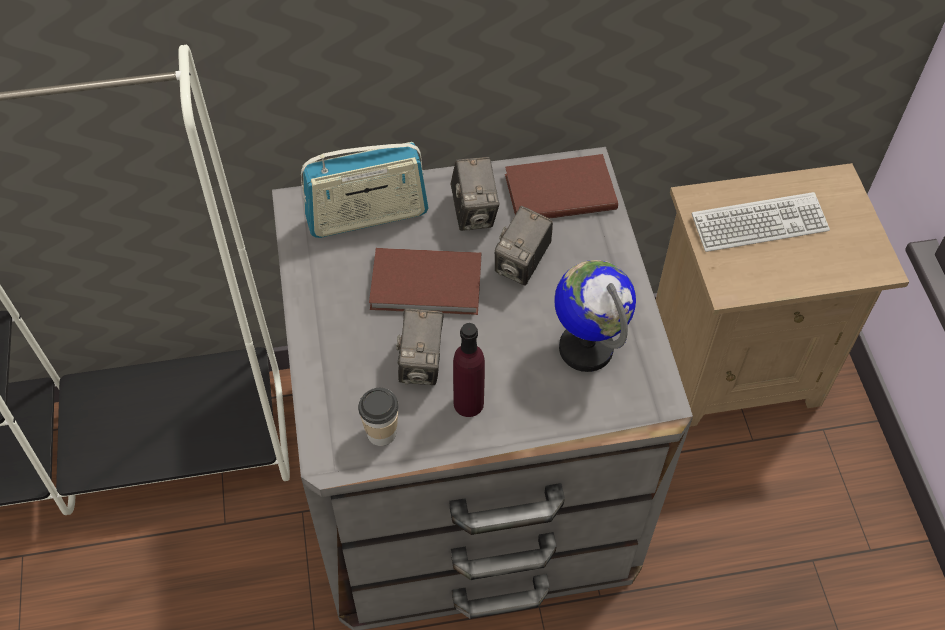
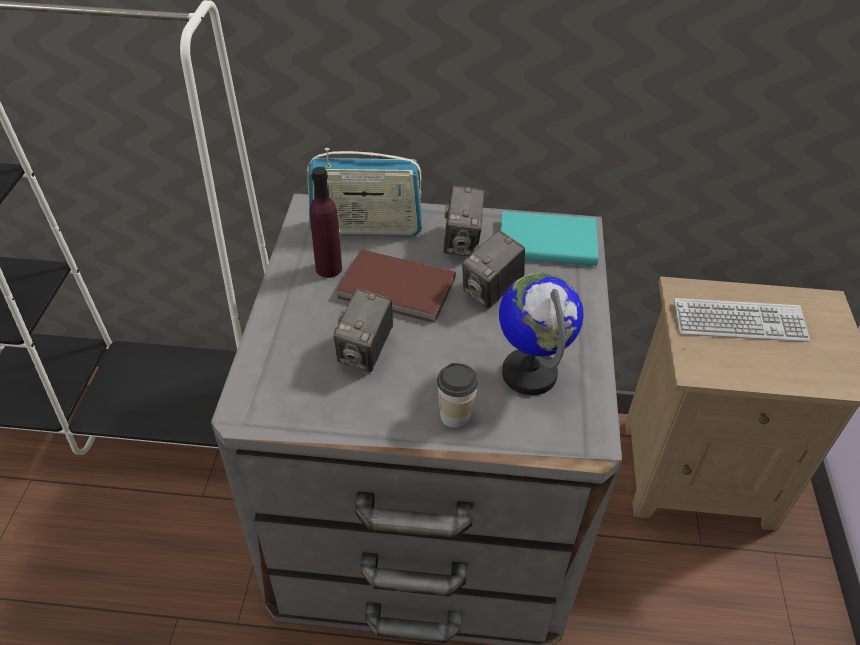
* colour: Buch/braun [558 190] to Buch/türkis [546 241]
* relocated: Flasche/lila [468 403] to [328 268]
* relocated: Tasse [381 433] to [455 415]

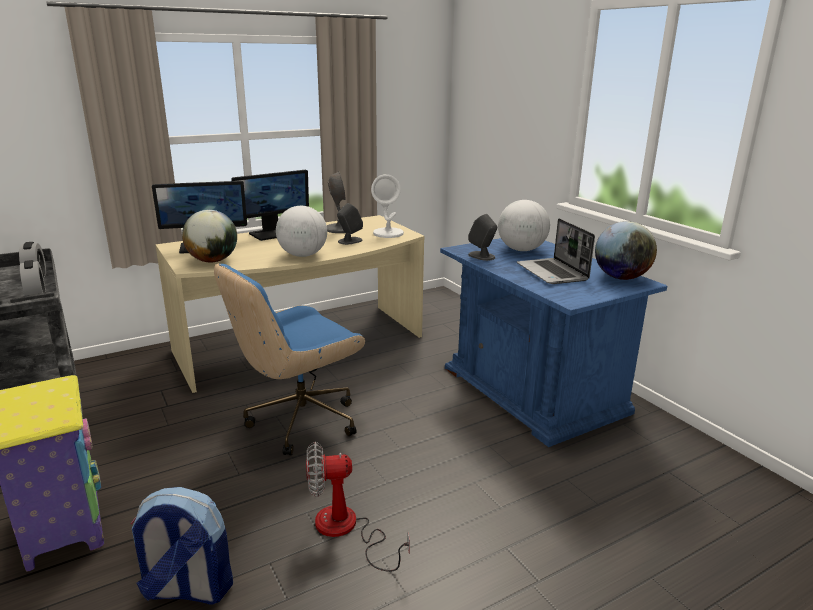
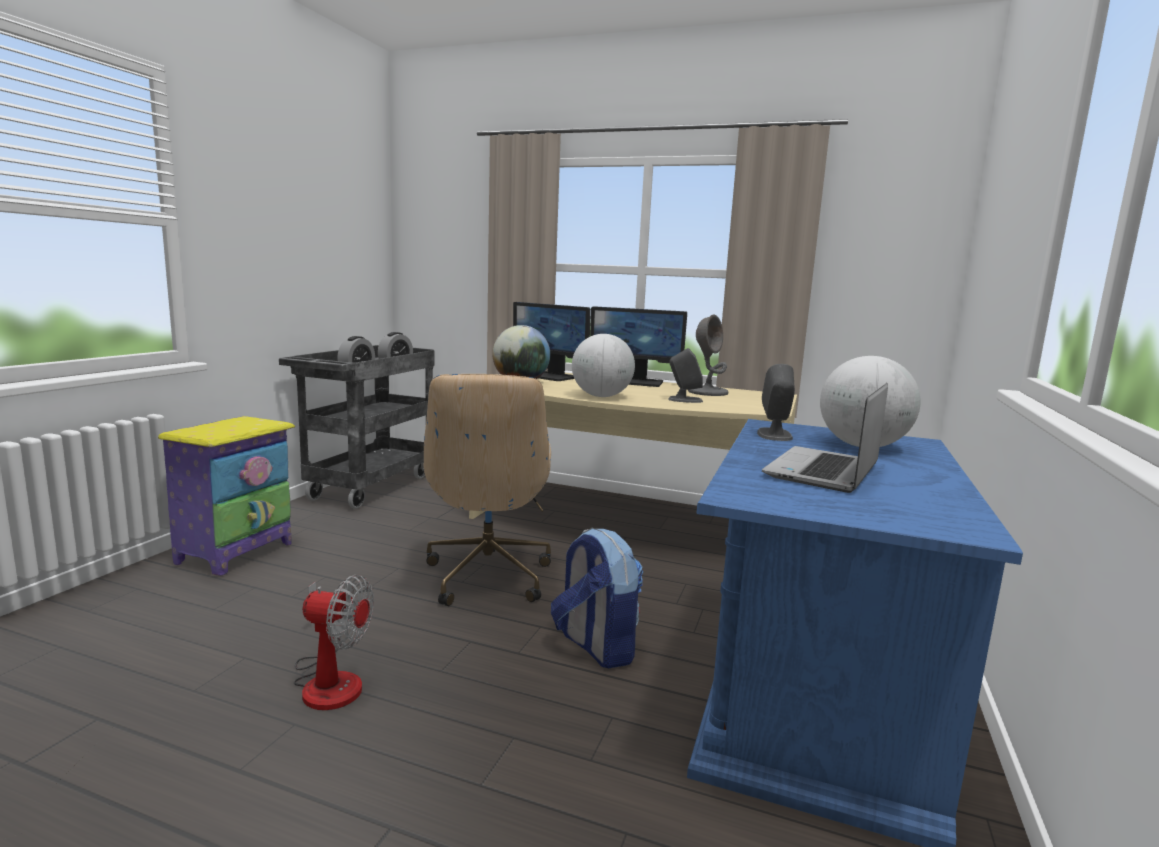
* missing: Tischlampe/weiß [388 233]
* missing: Globus [621 277]
* spun: Bürostuhl/blau [300 424] = [487 580] 105 degrees counterclockwise
* spun: Ventilator [346 530] = [330 680] 150 degrees clockwise
* relocated: Rucksack [187 589] to [595 646]

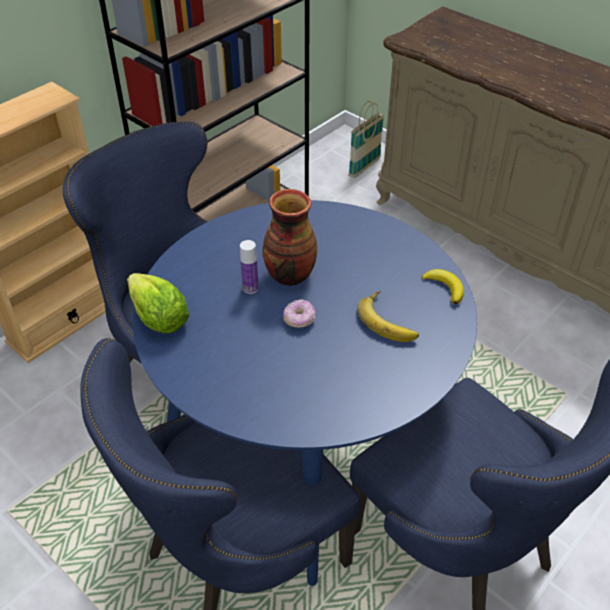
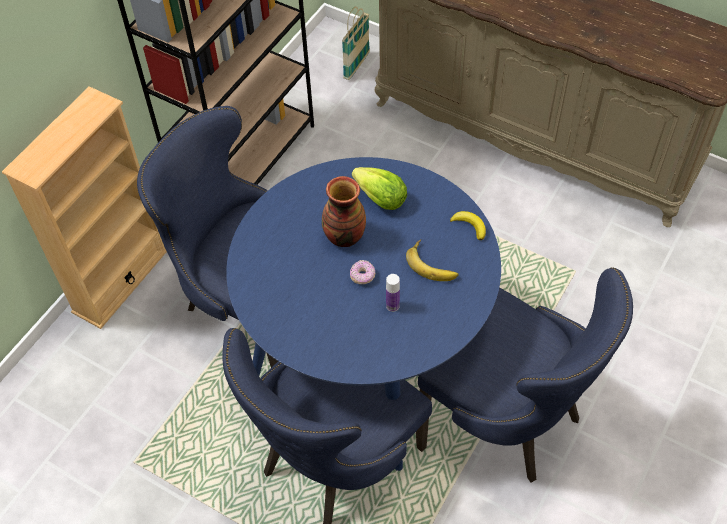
* relocated: Flasche [250 288] to [392 306]
* relocated: Salatkopf [159 319] to [381 199]

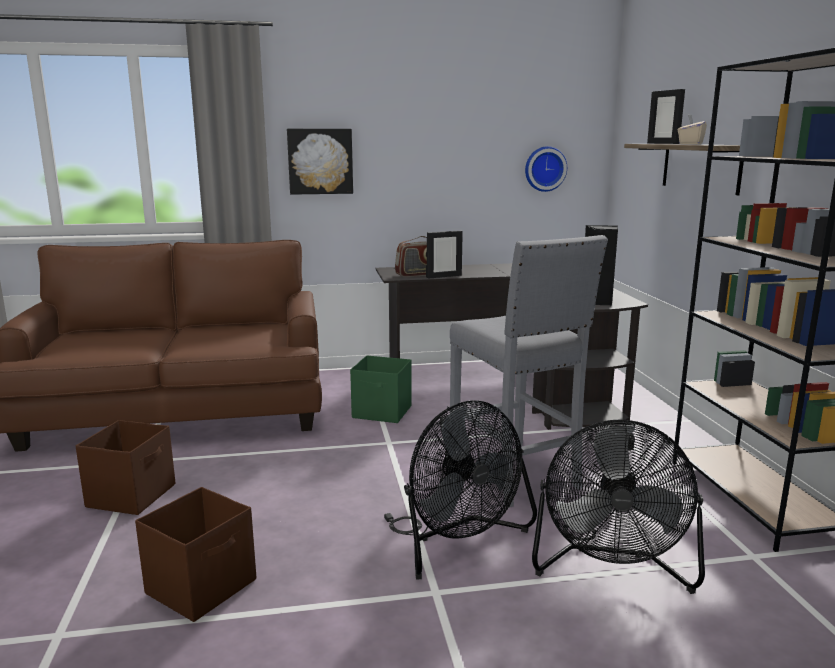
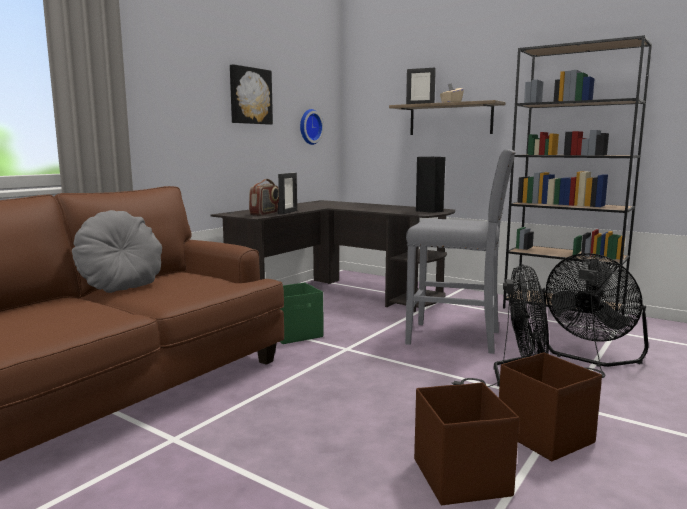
* relocated: Bild [320 161] to [250 96]
* relocated: Aufbewahrungsbox/braun [133 495] to [544 436]
* spun: Ventilator/schwarz [605 564] = [586 358] 105 degrees counterclockwise
* appeared: Kissen/grau [121 288]

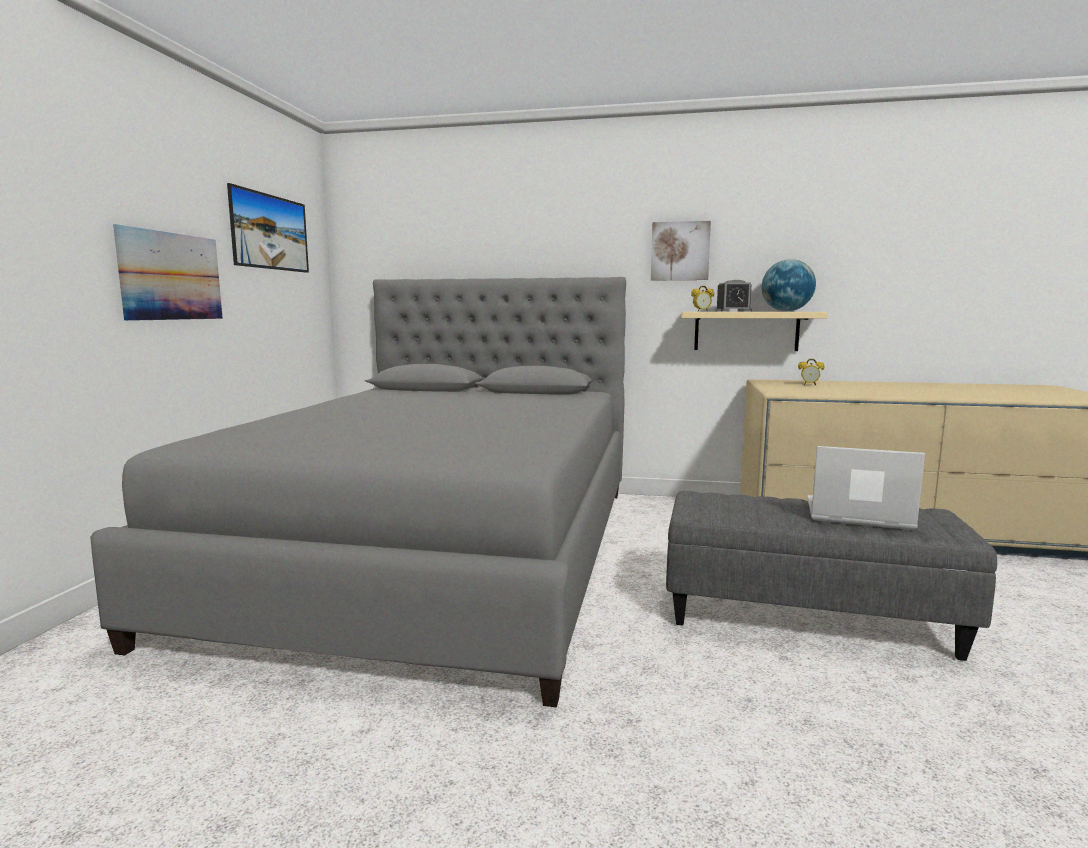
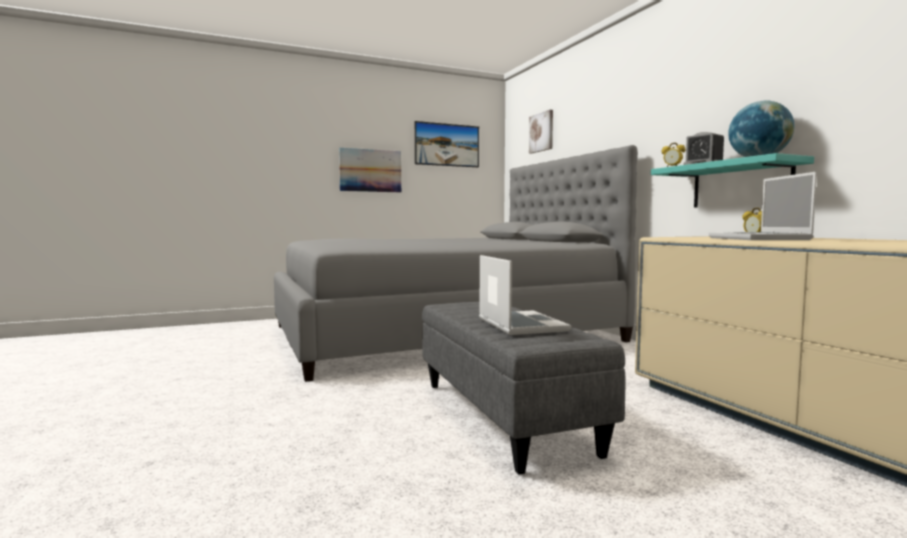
* relocated: Bild [680 251] to [541 132]
* colour: Wandregal/beige [746 331] to Wandregal/türkis [740 185]
* appeared: Laptop [759 239]

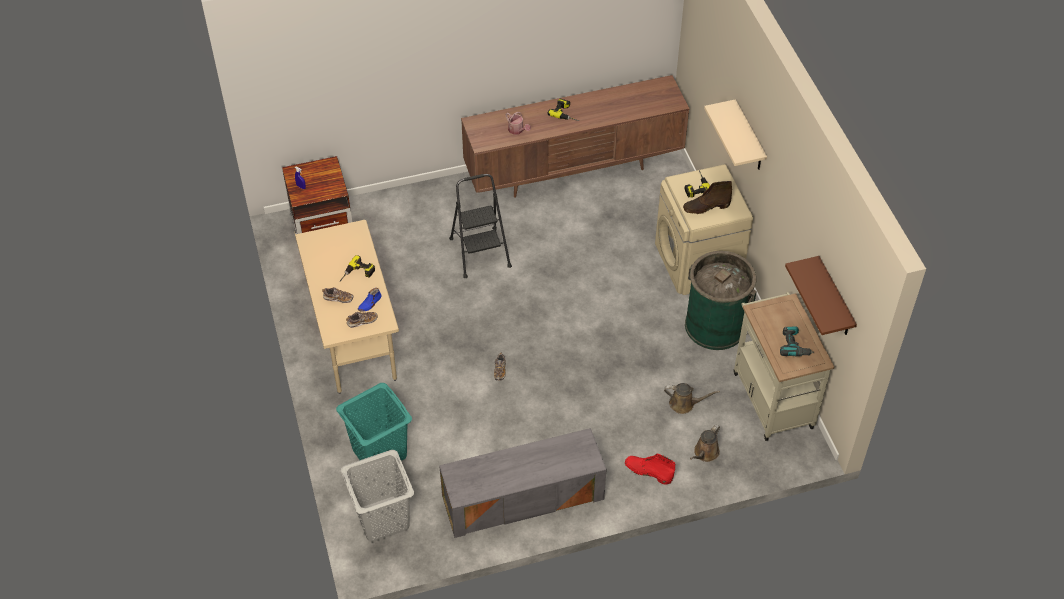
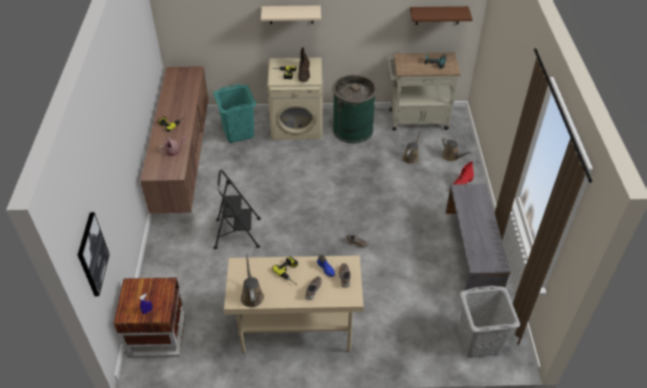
* relocated: Wäschekorb/türkis [379 452] to [238 133]
* appeared: Bild [92 254]
* appeared: Gießkanne/braun [252 295]

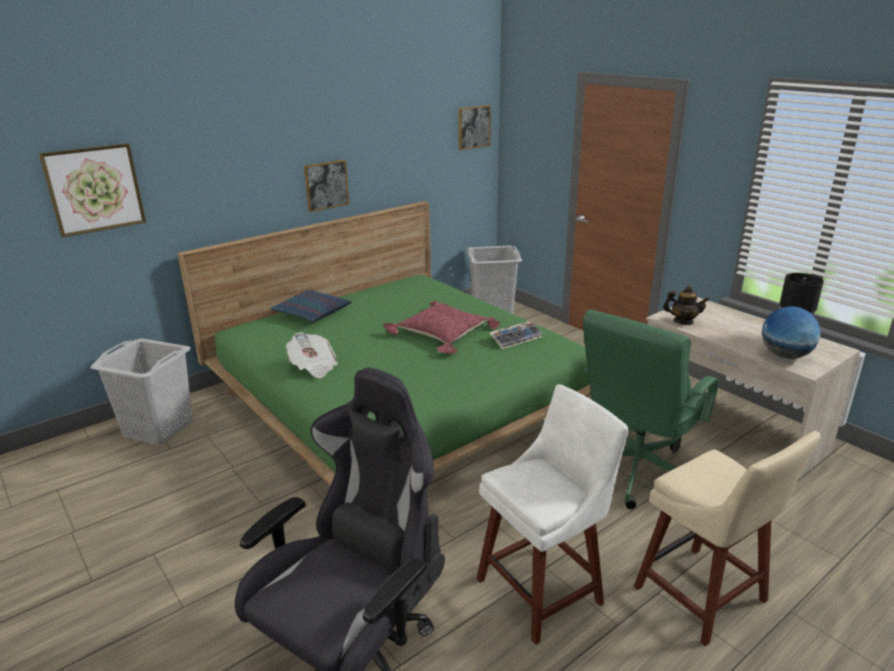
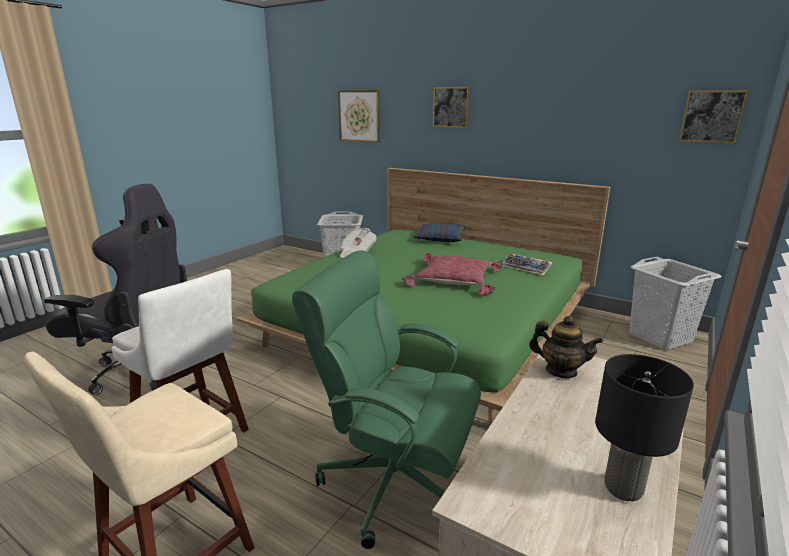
* relocated: Bild [326 185] to [451 107]
* spun: Teekanne [683 321] = [561 371] 60 degrees counterclockwise
* missing: Globus [785 356]
* relocated: Tastatur [516 338] to [527 268]

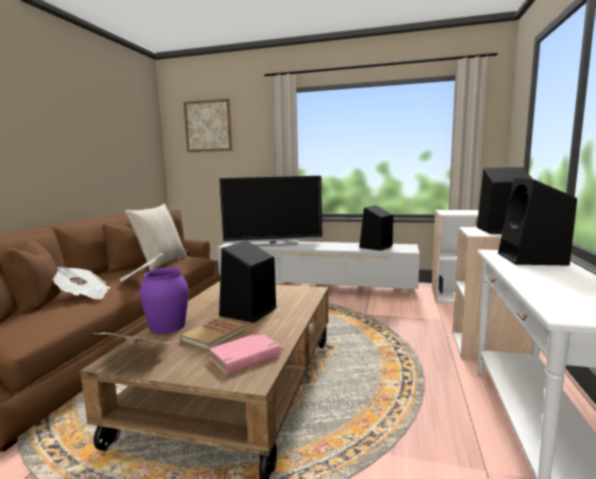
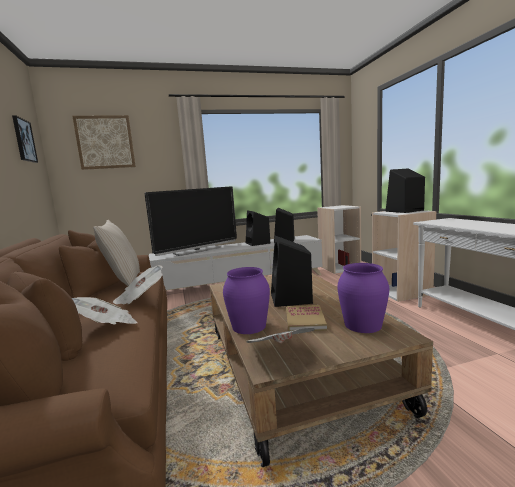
* relocated: Lautsprecher/schwarz [532 259] to [258 243]
* exchanged: Buch/rosa [246 357] to Vase/lila [363 325]
* appeared: Bild [24 140]

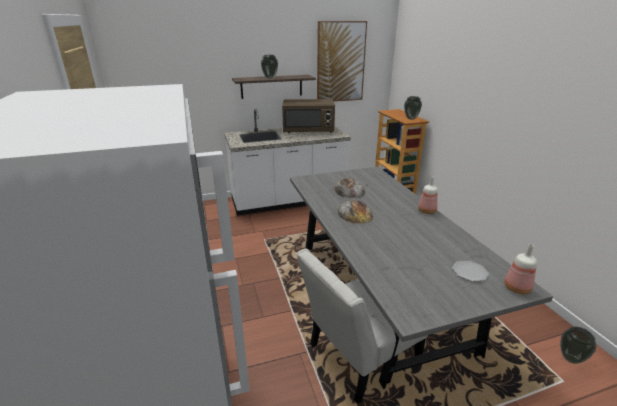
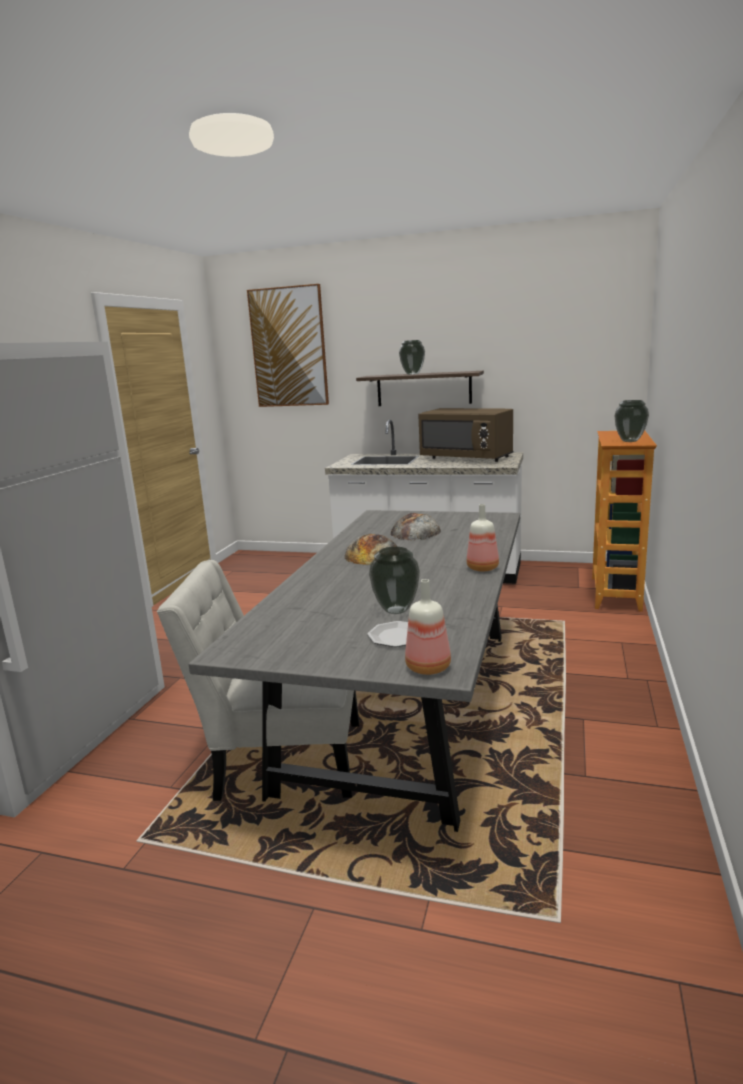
* relocated: Bild [340 62] to [289 347]
* relocated: Vase [570 358] to [395 610]

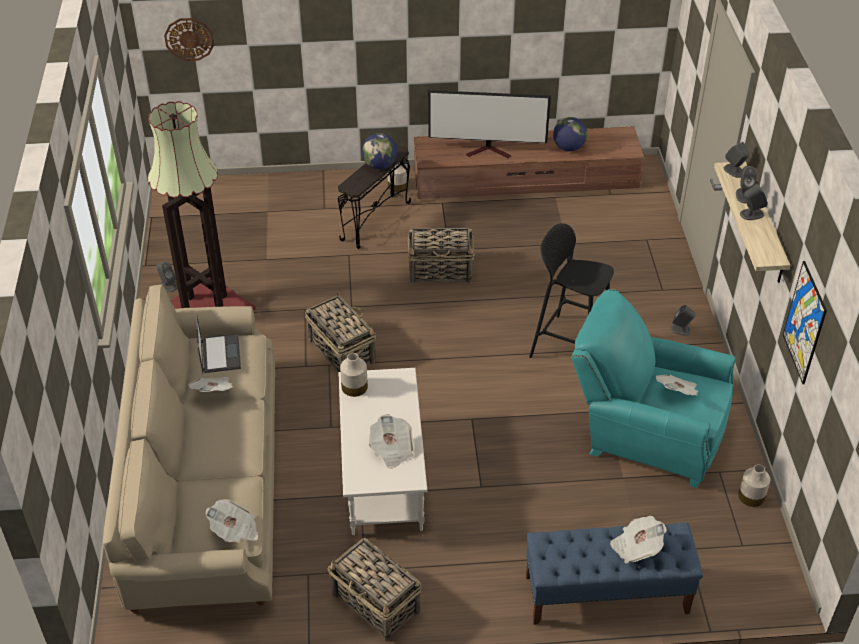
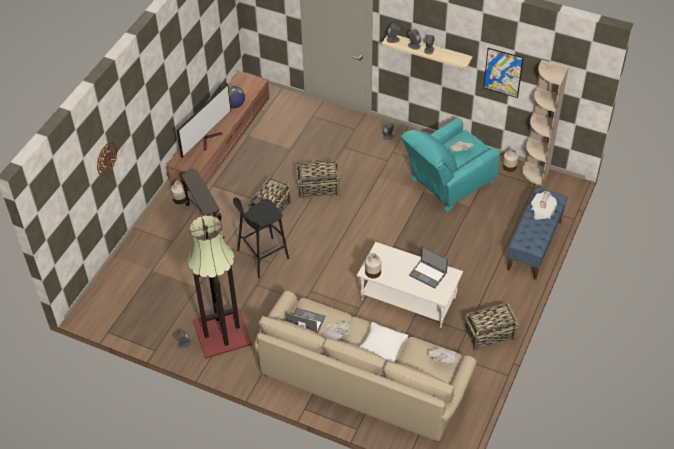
* relocated: Wanduhr [189 39] to [106 158]
* missing: Globus [380 165]
* relocated: Hocker/schwarz [568 345] to [263 256]
* relocated: Korb [341 350] to [318 188]
* exchanged: Zeitung [391 450] to Laptop [428 274]
* appeared: Bücherregal/beige [534 175]
* appeared: Kissen/weiß [382 349]

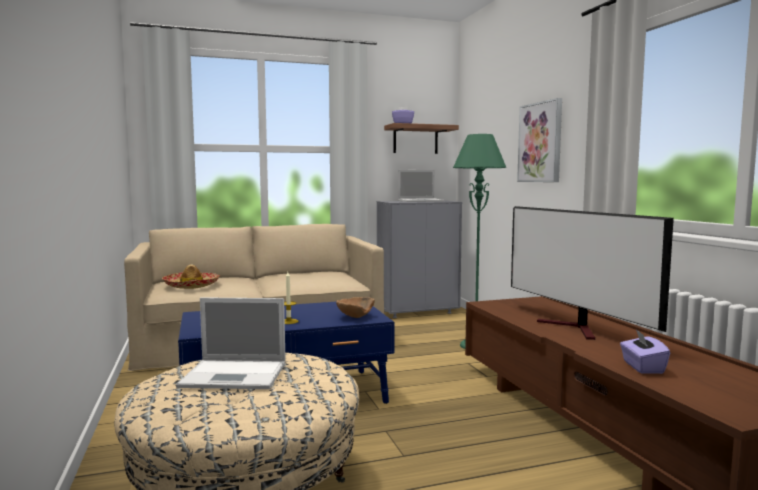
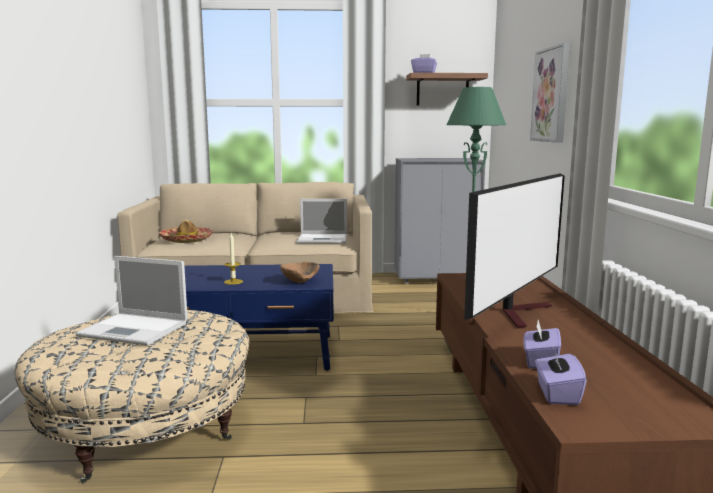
* relocated: Laptop [421 201] to [323 239]
* spun: Fernseher [575 329] = [520 312] 135 degrees counterclockwise
* appeared: Taschentuchbox/lila [557 394]

